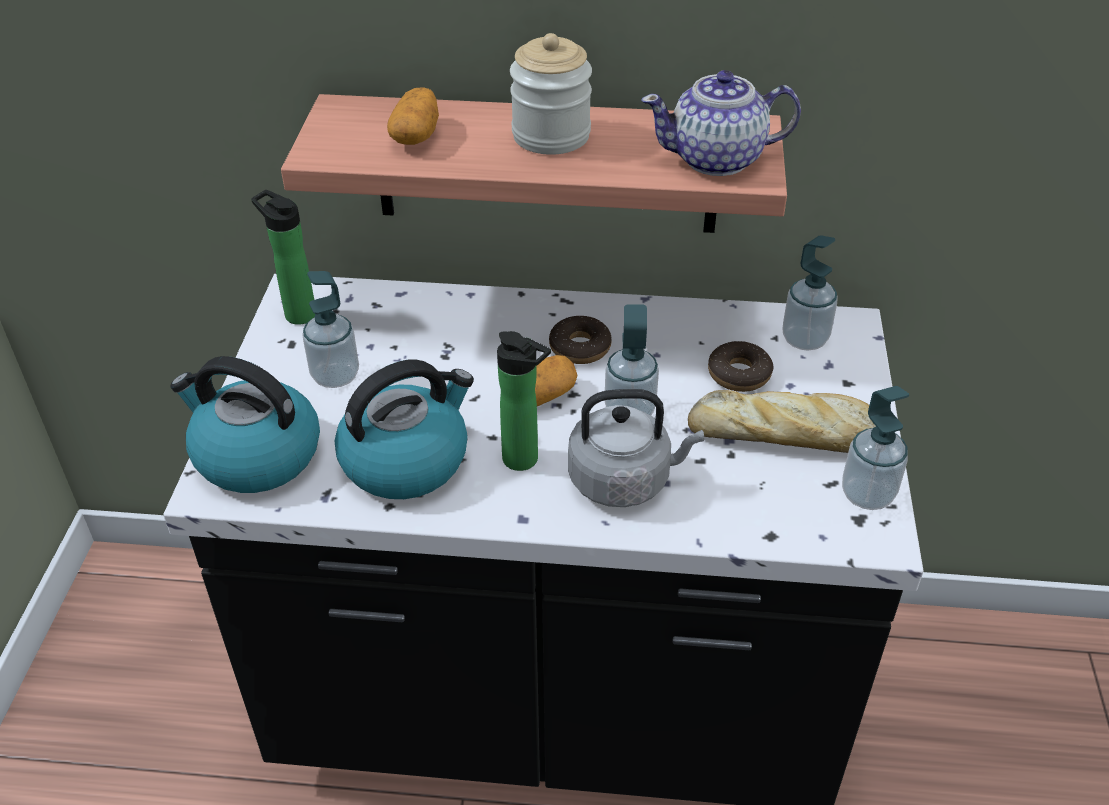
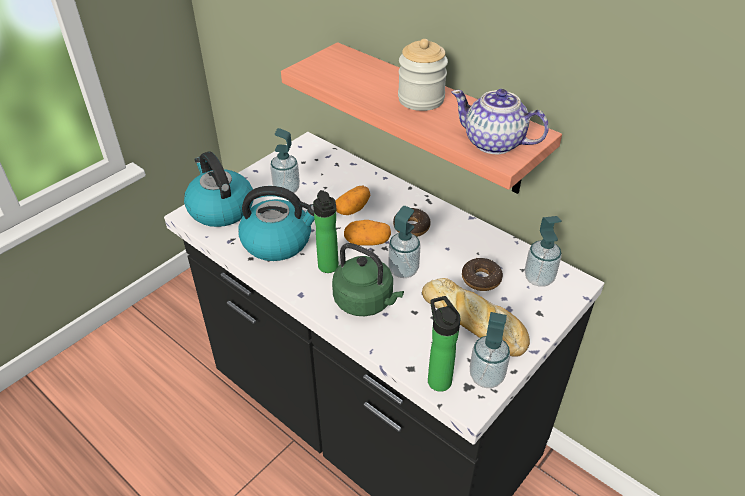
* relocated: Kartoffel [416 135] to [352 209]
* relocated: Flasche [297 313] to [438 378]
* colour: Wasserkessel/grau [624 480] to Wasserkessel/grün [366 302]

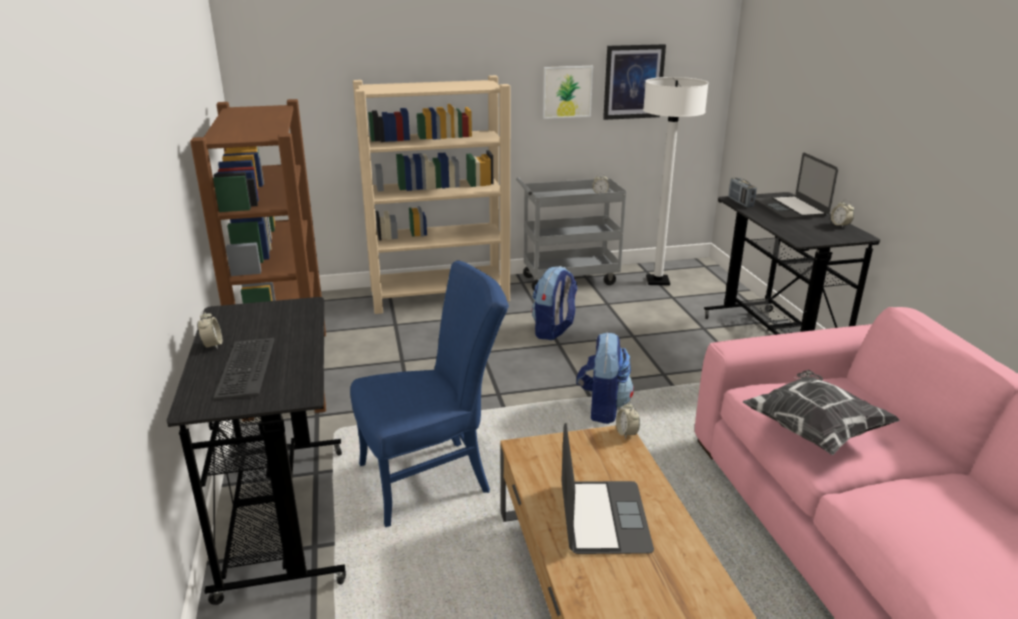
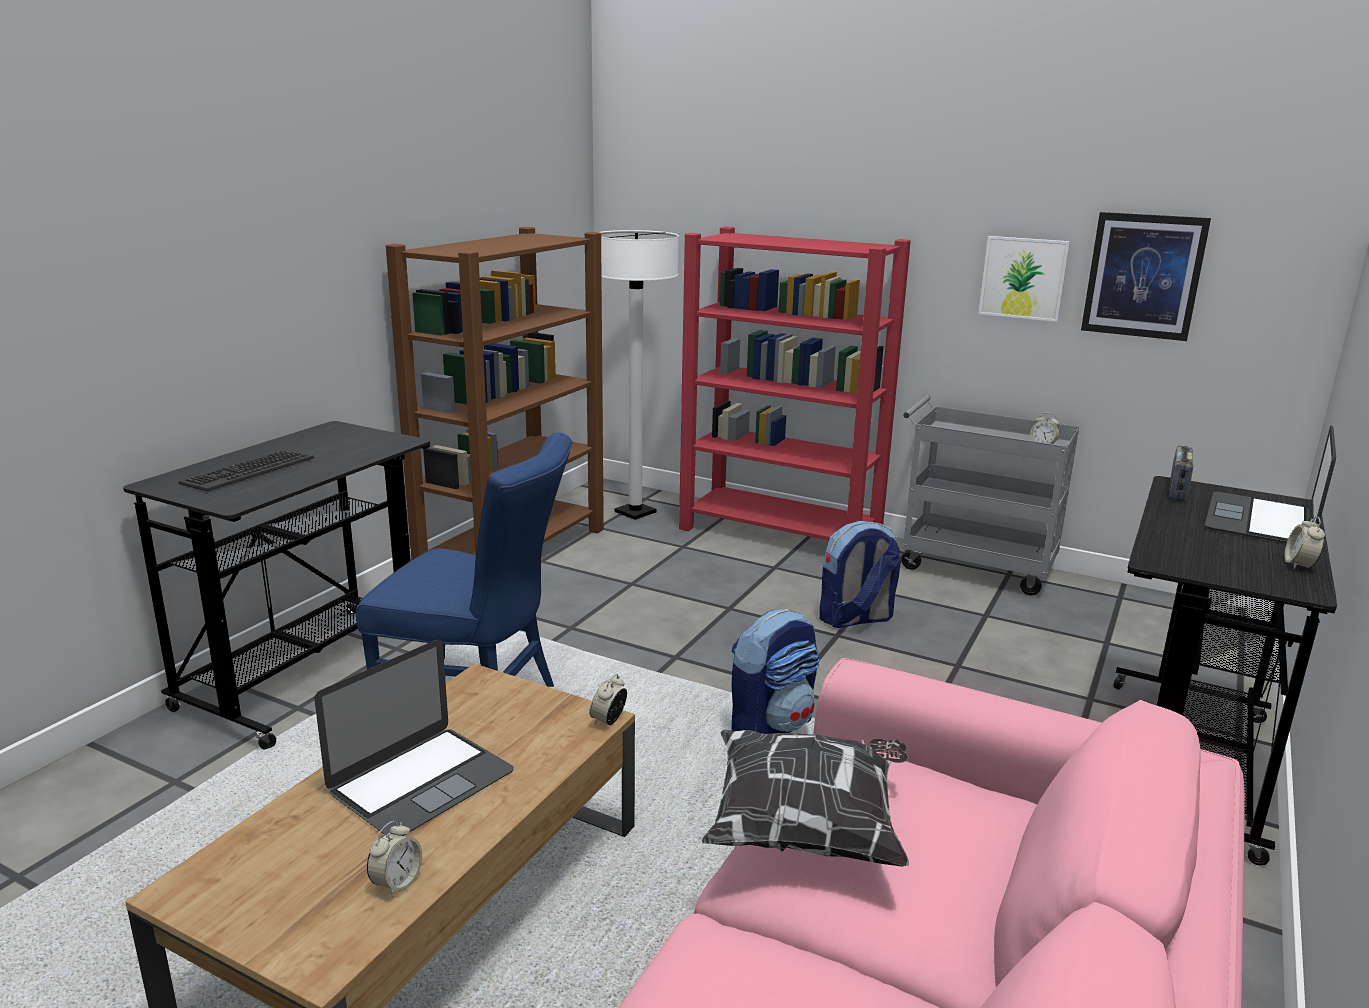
* colour: Bücherregal/beige [439 295] to Bücherregal/rot [780 533]
* relocated: Stehlampe/weiß [657 281] to [635 512]
* relocated: Wecker [212 345] to [396 883]

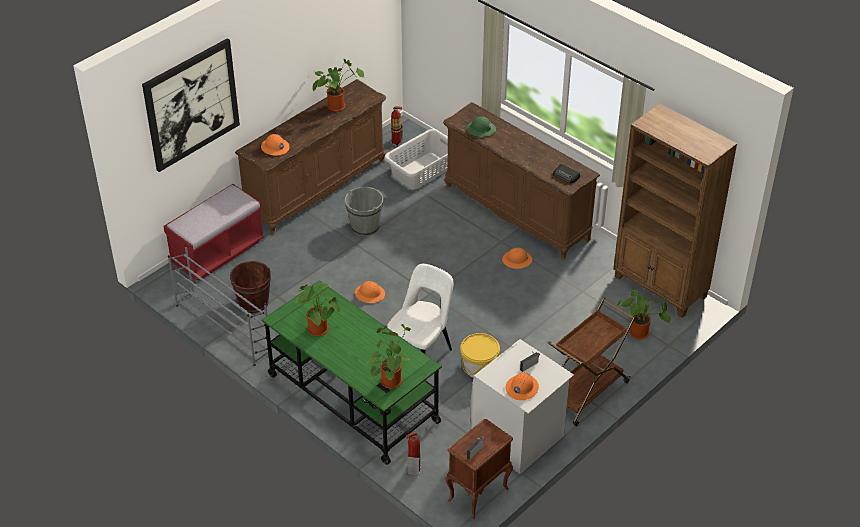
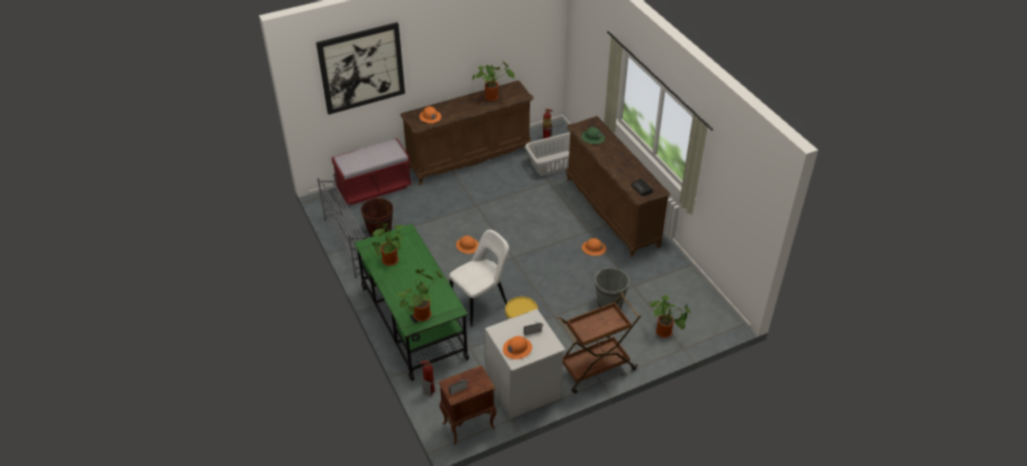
* missing: Bücherregal/braun [660 287]
* relocated: Eimer/grau [365 226] to [609 302]

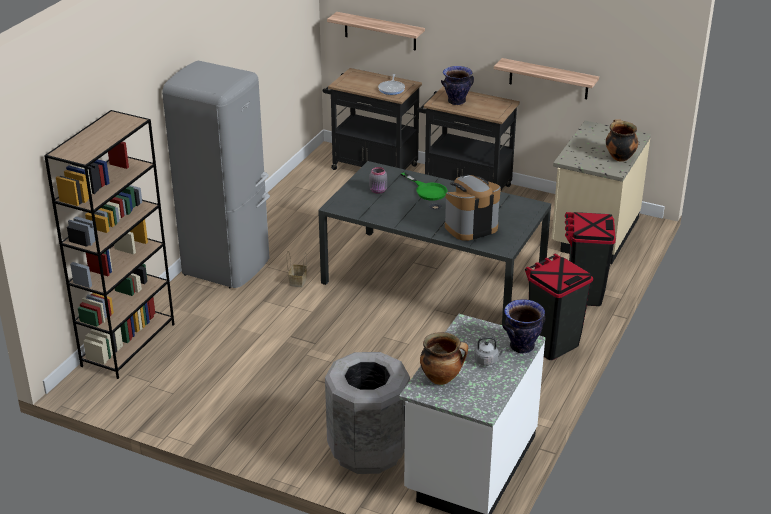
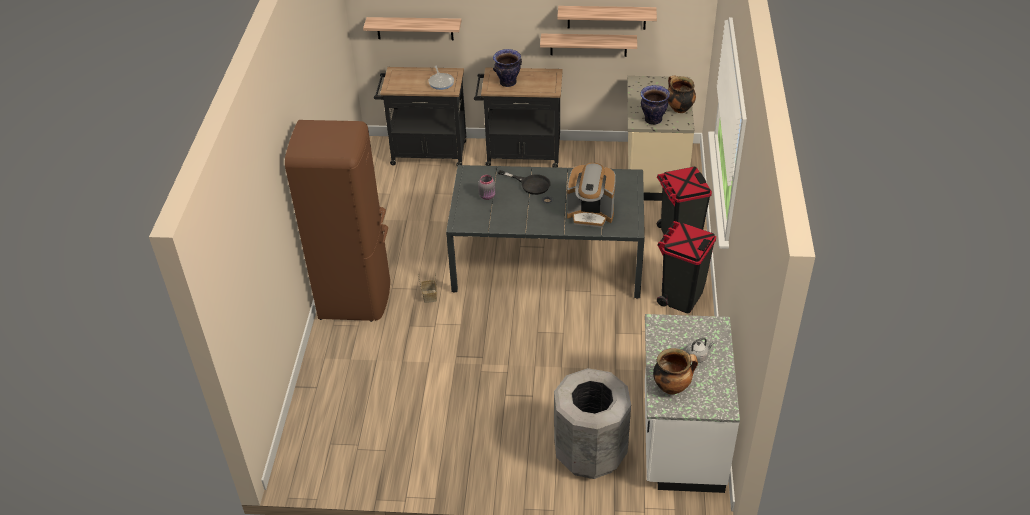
* colour: Kühlschrank/grau [229 266] to Kühlschrank/braun [357 297]
* missing: Bücherregal/beige [128 344]
* colour: Pfanne/grün [427 190] to Pfanne/schwarz [530 184]
* spun: Kaffeemaschine [470 227] = [591 214] 120 degrees counterclockwise
* relocated: Vase [521 346] to [652 120]
* appeared: Wandregal [606 17]

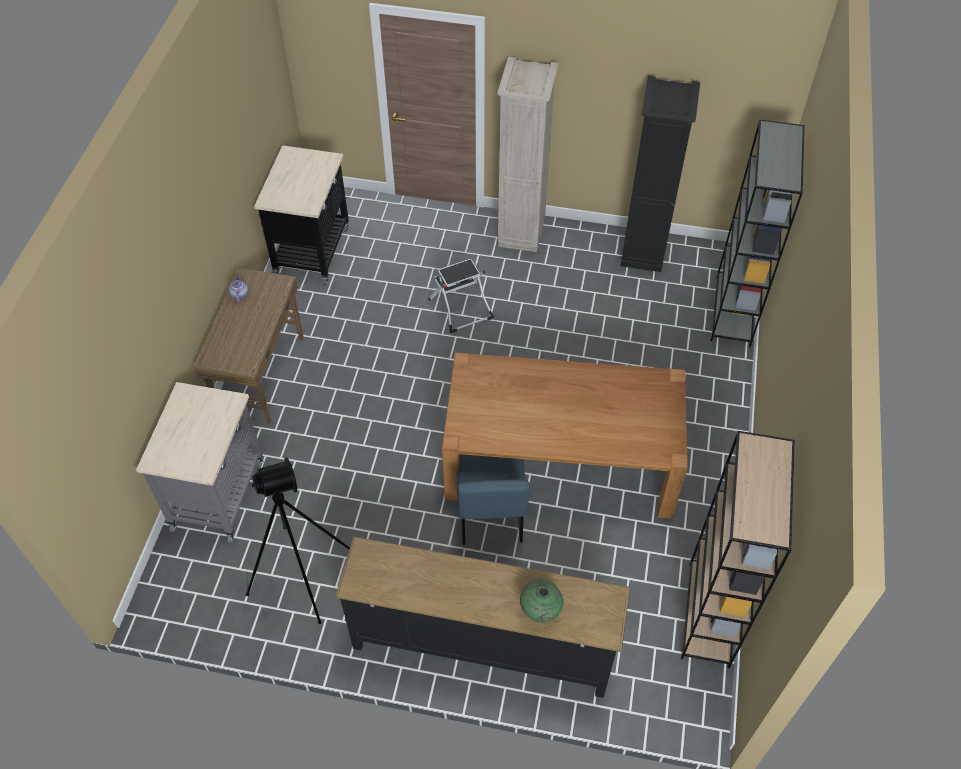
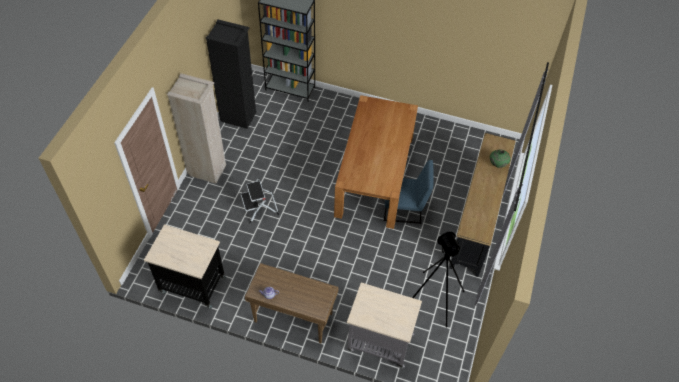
* missing: Bücherregal/beige [709 615]

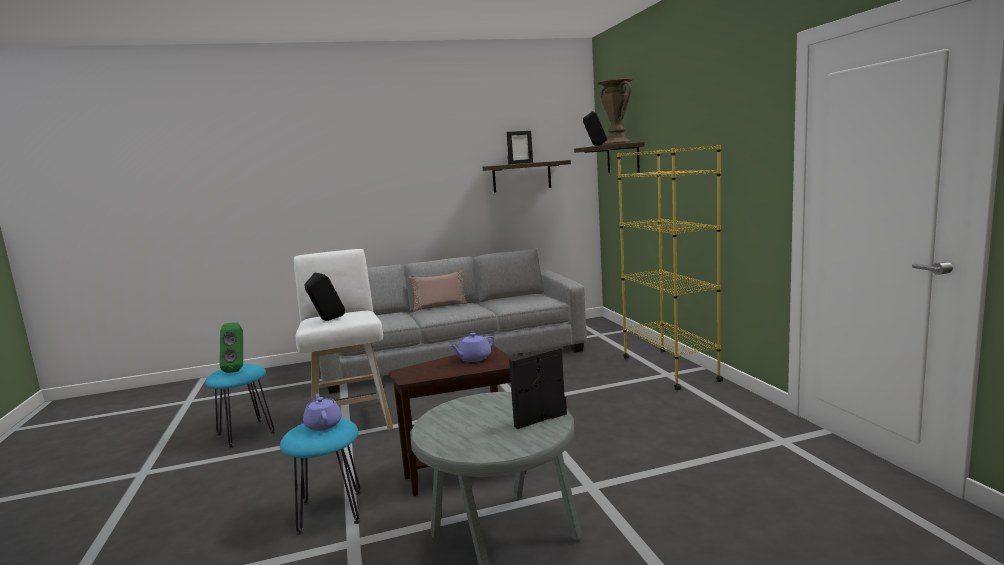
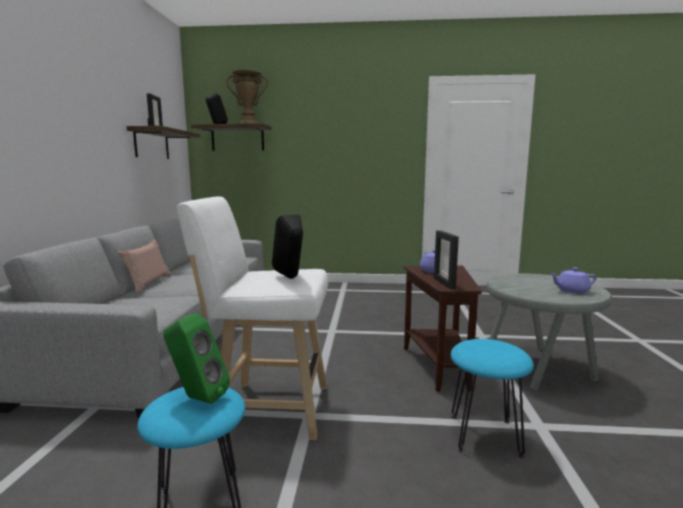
* missing: Bücherregal/gelb [669 368]
* relocated: Bilderrahmen [540 420] to [445 283]
* relocated: Teekanne/lila [323 424] to [571 290]

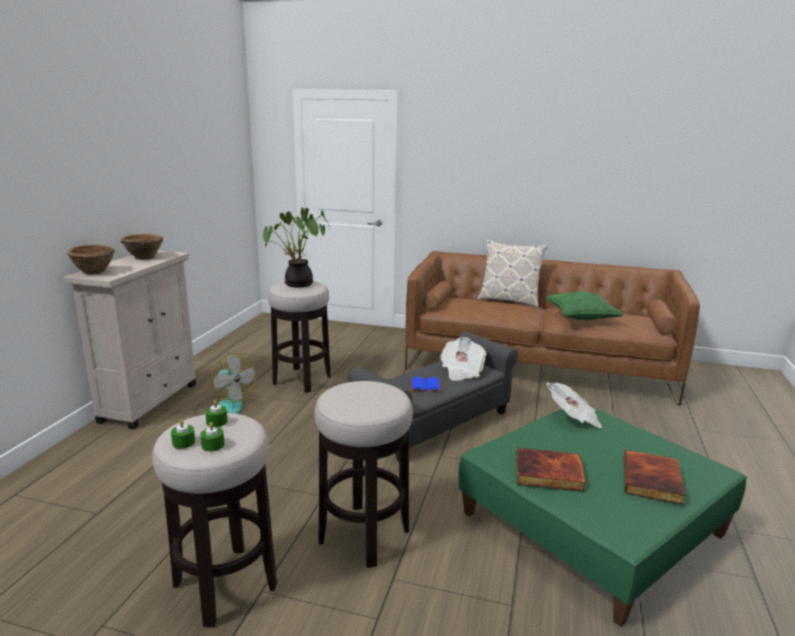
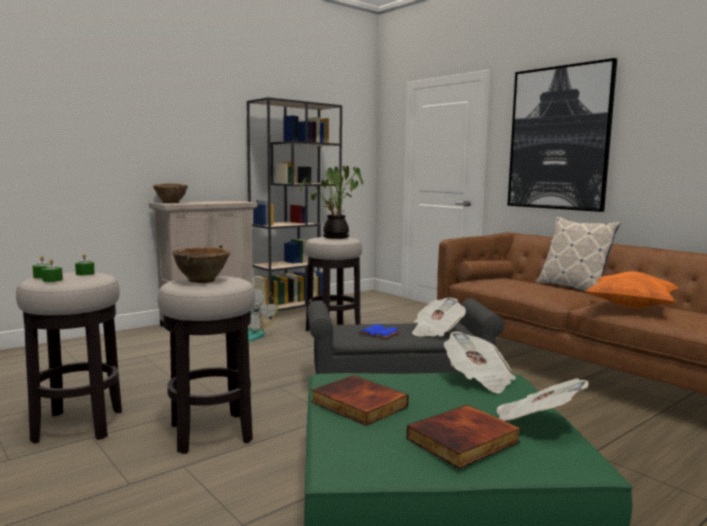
* relocated: Schüssel/braun [144 257] to [202 280]
* colour: Kissen/grün [581 318] to Kissen/orange [631 307]
* appeared: Bild [559 138]
* appeared: Bücherregal [296 308]
* appeared: Zeitung [535 422]

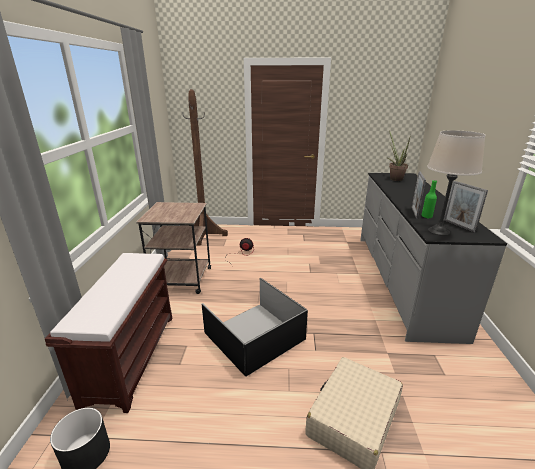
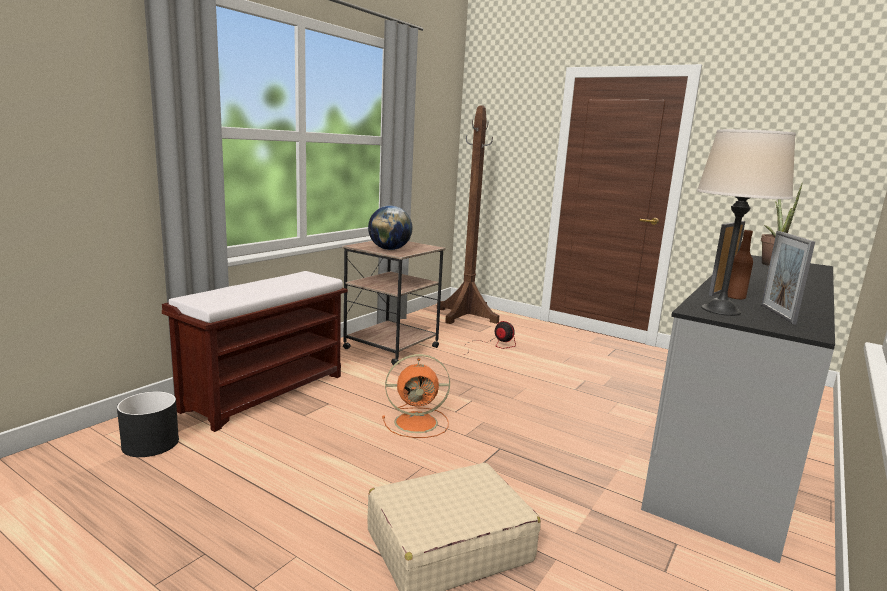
* colour: Flasche/grün [426 216] to Flasche/braun [735 297]
* exchanged: Aufbewahrungsbox/schwarz [255 335] to Ventilator/orange [418 422]
* appeared: Globus [389 249]

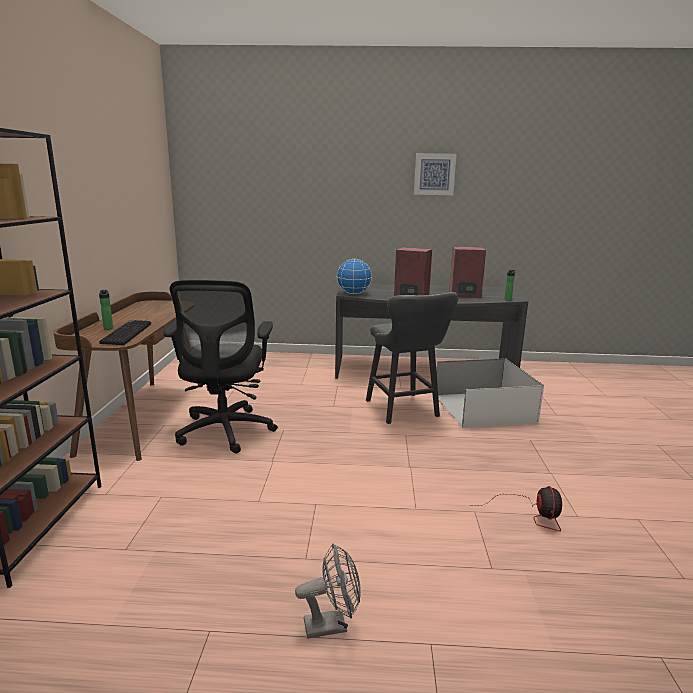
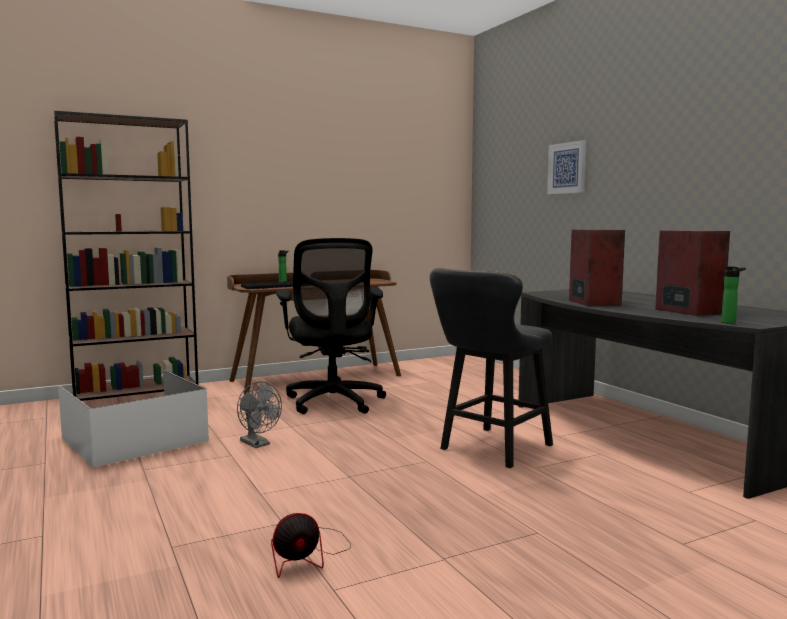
* relocated: Bild [434 174] to [567 168]
* missing: Globus [353 293]
* spun: Bürostuhl/schwarz [225 427] = [331 400] 75 degrees counterclockwise
* relocated: Aufbewahrungsbox/weiß [483 407] to [136 439]
* relocated: Ventilator/grau [332 624] to [258 444]

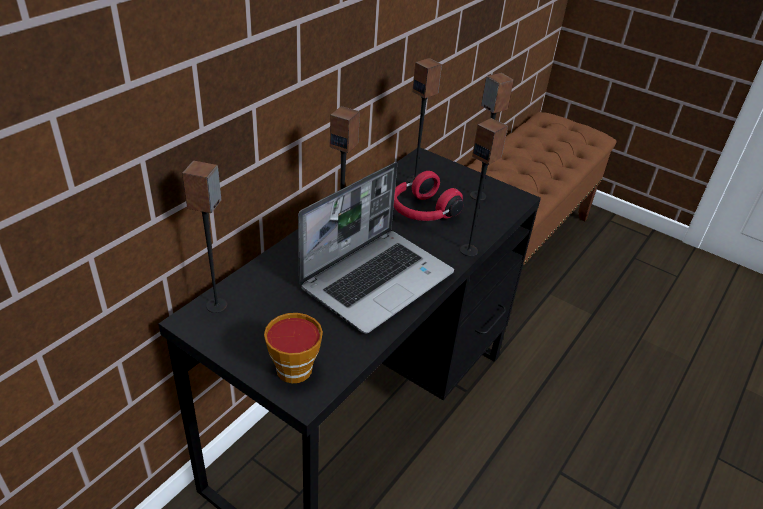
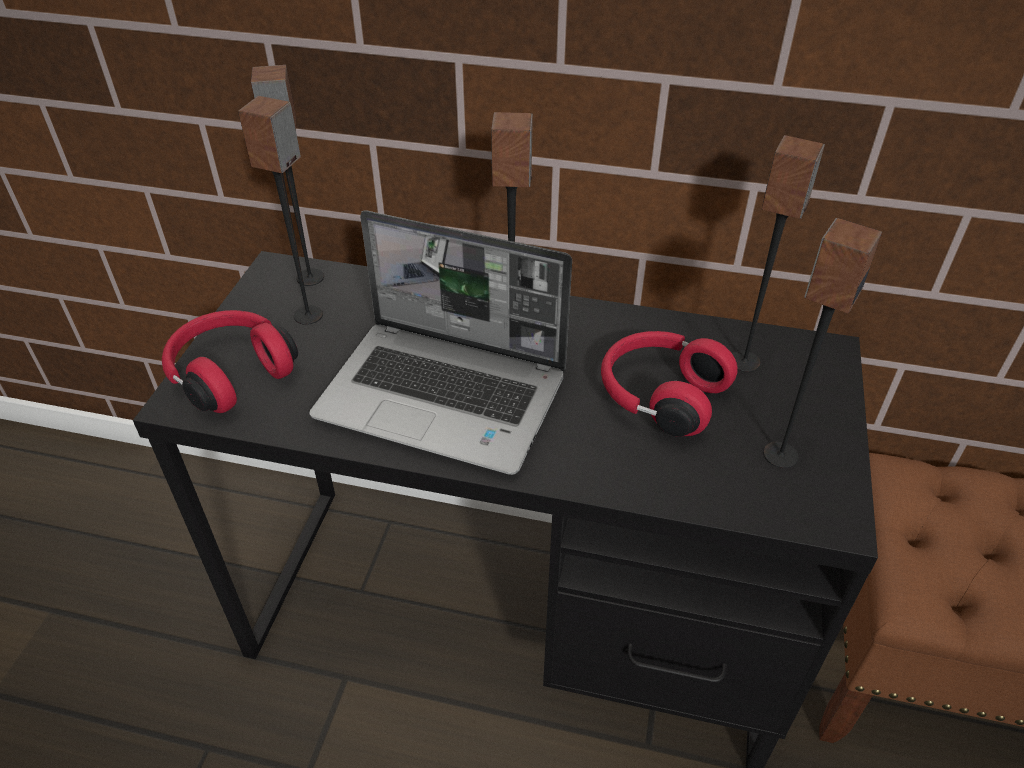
* relocated: Lautsprecher [469 250] to [309 315]
* exchanged: Tasse [292 365] to Kopfhörer/rot [230 373]

